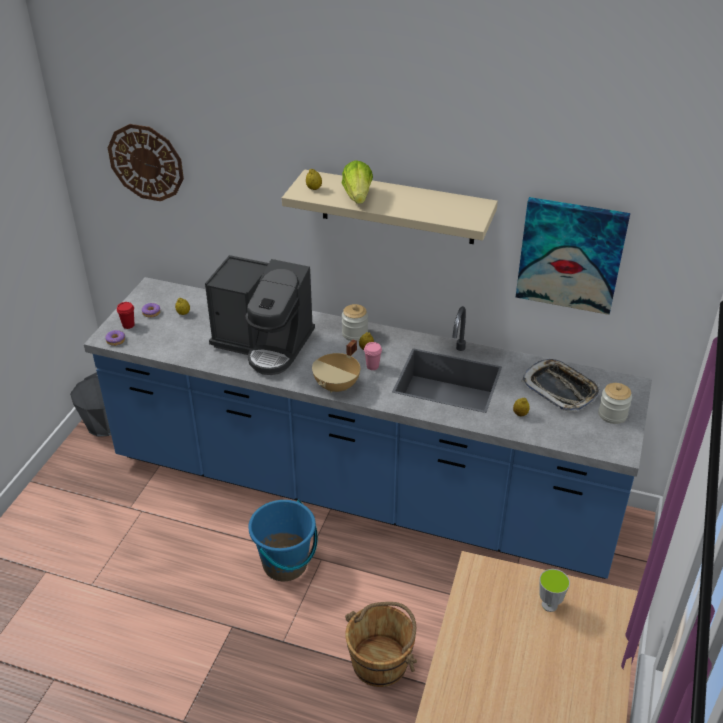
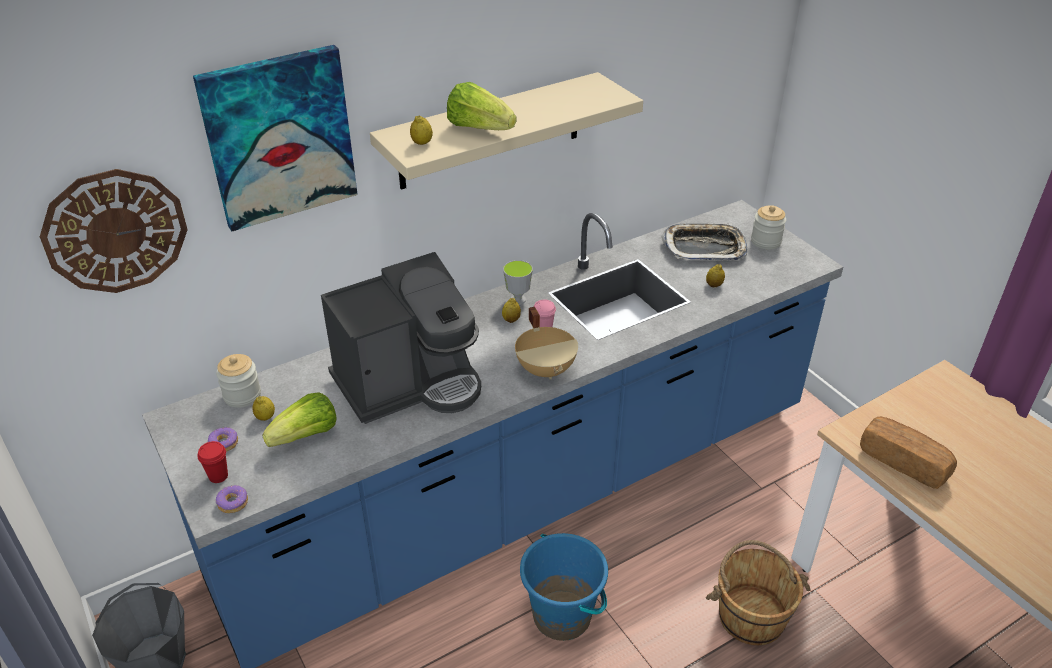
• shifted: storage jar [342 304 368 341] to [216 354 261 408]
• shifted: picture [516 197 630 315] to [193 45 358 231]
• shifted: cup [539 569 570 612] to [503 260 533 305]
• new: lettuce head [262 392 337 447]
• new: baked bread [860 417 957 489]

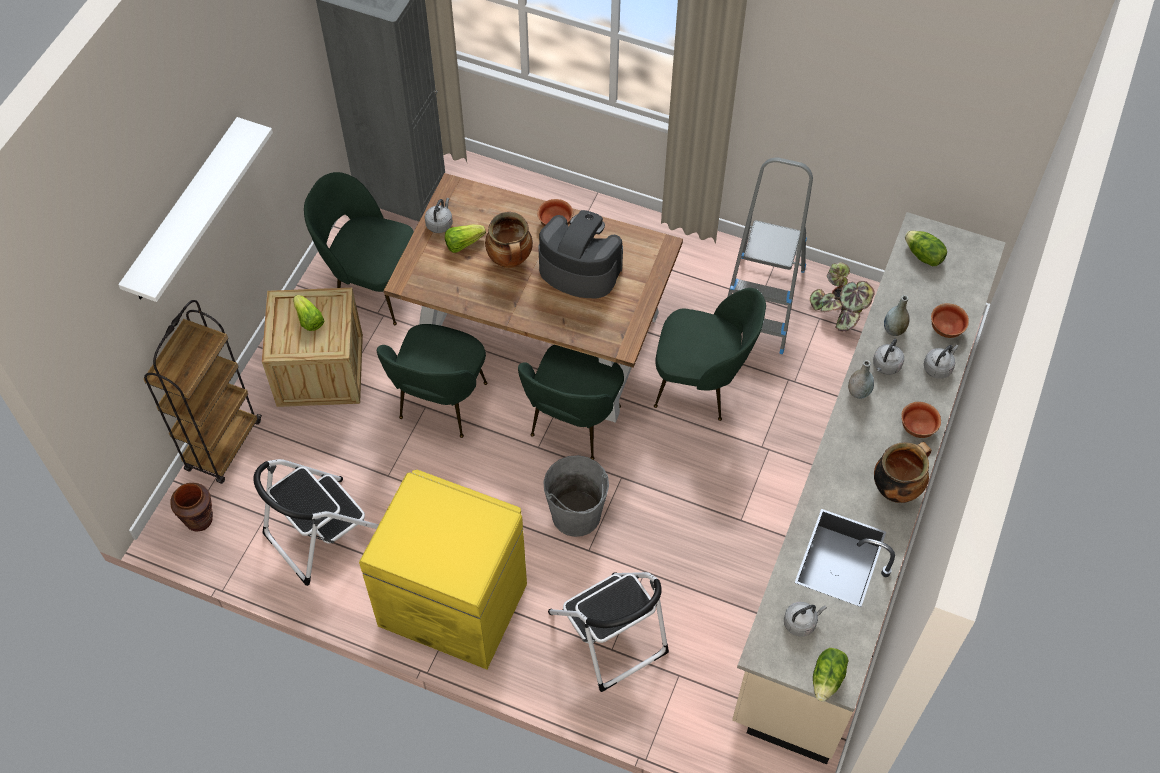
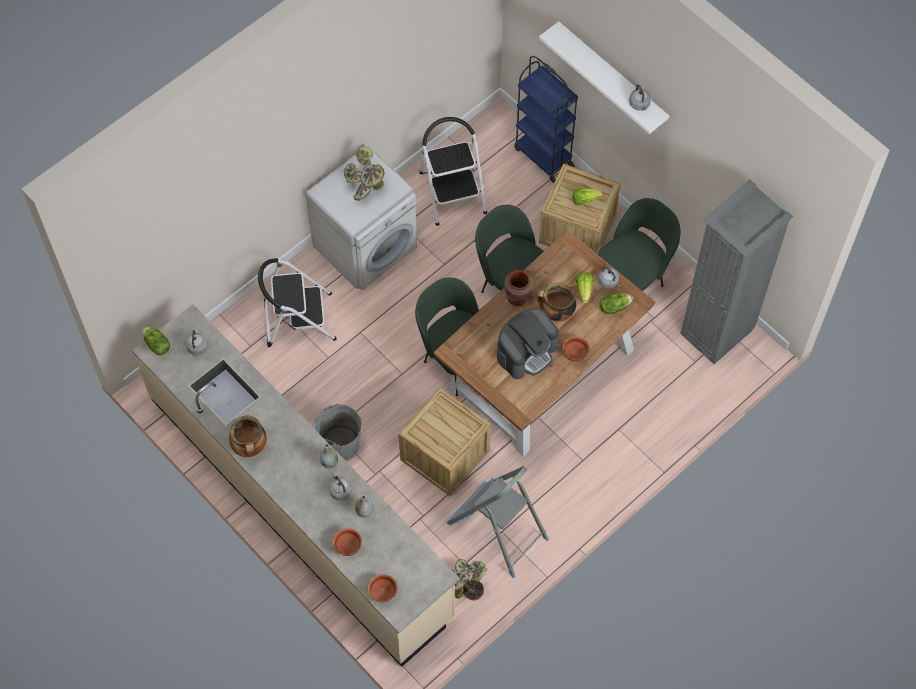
• repainted: brown-coloured cart [143 300 263 484] to bluish cart [514 56 578 183]
• shifted: brown-coloured flower vase [170 483 213 532] to [504 270 533 306]
• repainted: yellow laundry appliance [359 470 527 669] to white-coloured laundry appliance [306 146 417 290]
• shifted: gray bucket [543 455 609 537] to [312 403 362 461]
• swapped: green chair [654 288 766 421] to crate [398 387 491 497]
• shifted: bowl [901 402 941 438] to [368 574 398 602]
• shifted: lettuce head [905 231 947 266] to [599 293 633 314]
• shifted: gray water kettle [924 345 959 379] to [629 85 651 111]
• new: houseplant [344 146 385 201]

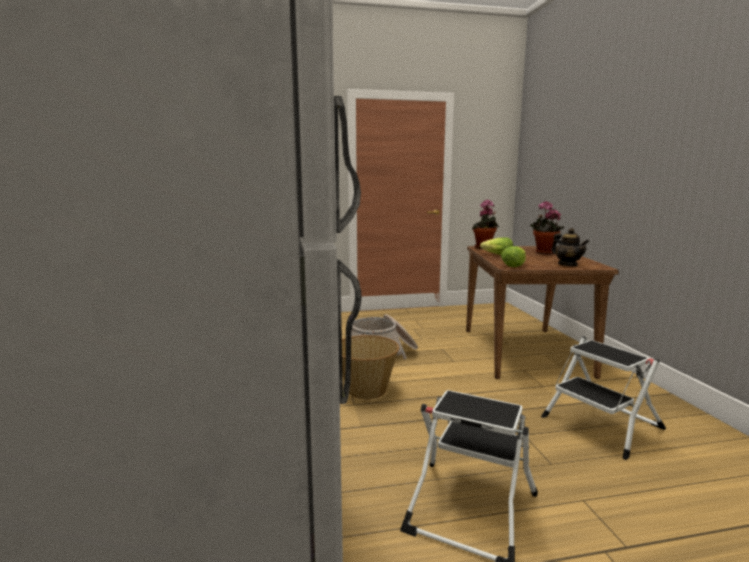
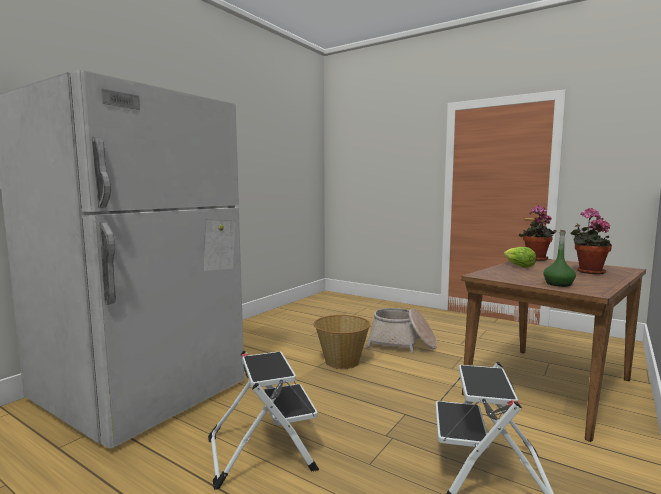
• gone: lettuce head [501 246 526 267]
• swapped: pot for tea [551 228 589 266] to green beverage bottle [543 230 576 287]

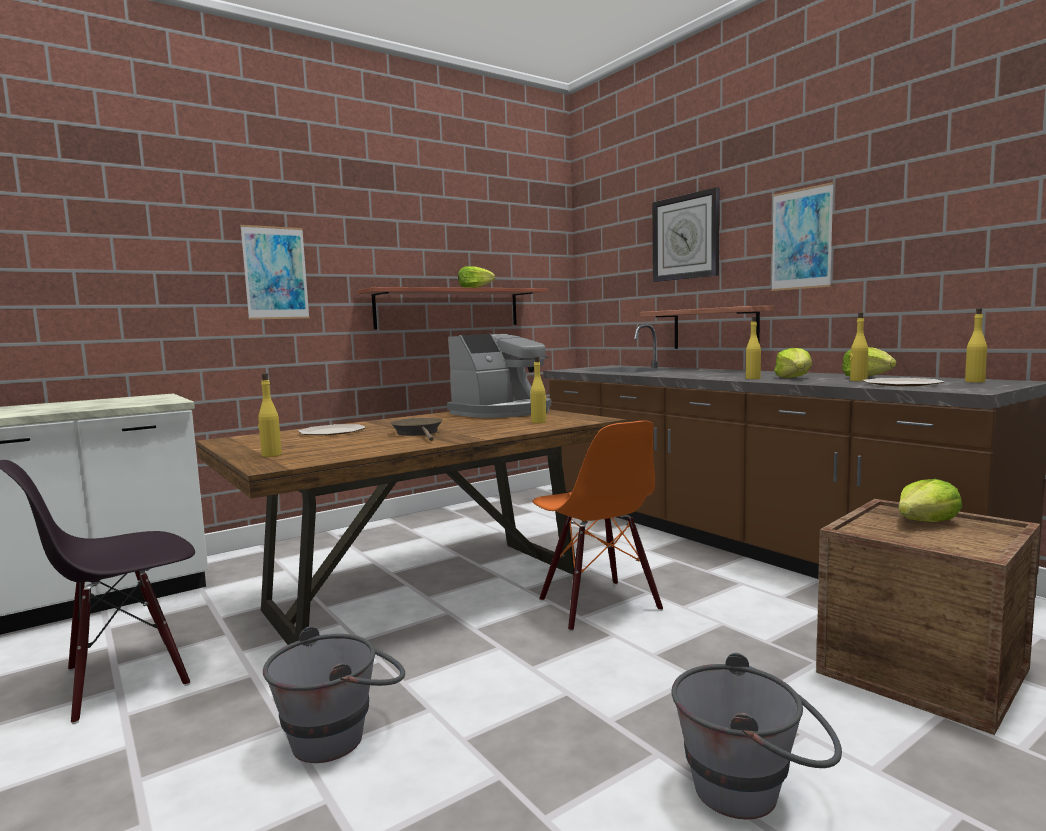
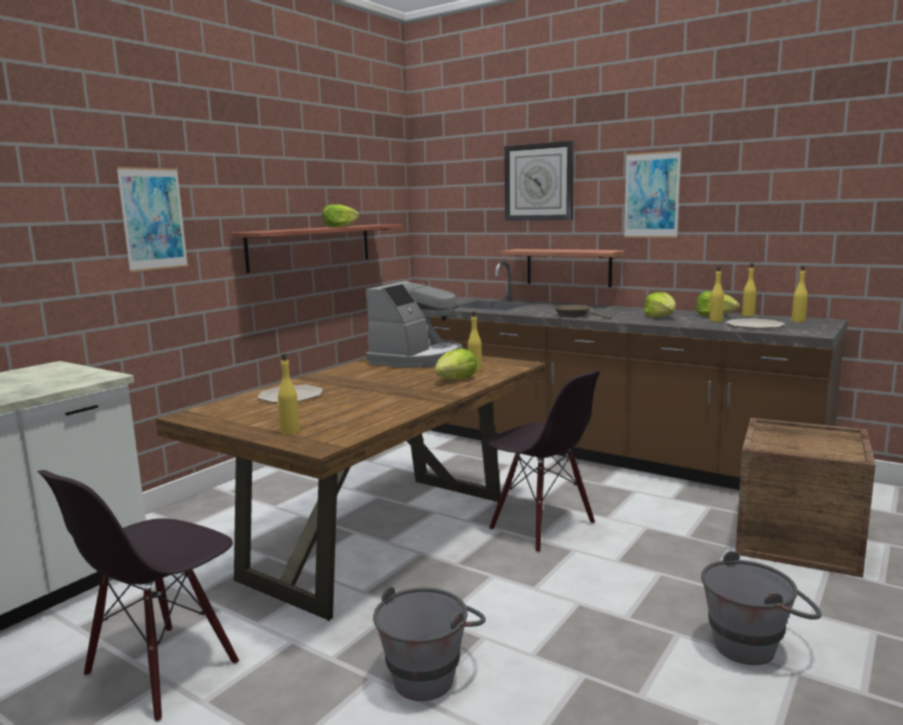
• shifted: brown-coloured frying pan [390 418 443 441] to [553 305 611 319]
• repainted: orangey chair [533 421 663 631] to black-coloured chair [484 371 600 553]
• shifted: yellow beverage bottle [746 316 761 379] to [742 263 756 316]
• shifted: lettuce head [898 479 962 522] to [434 348 477 379]

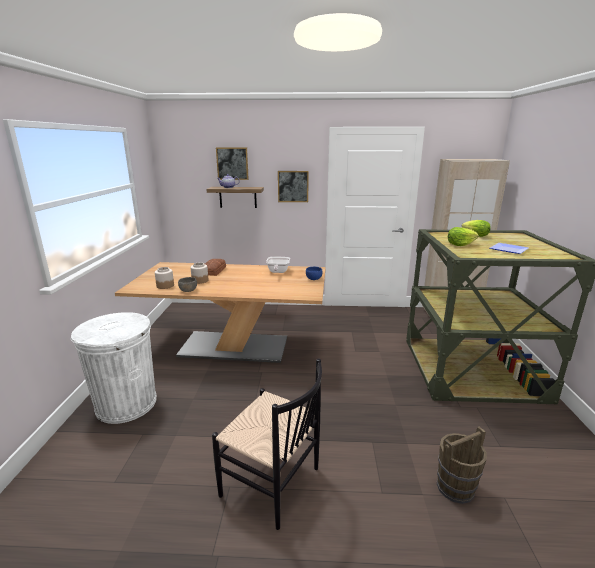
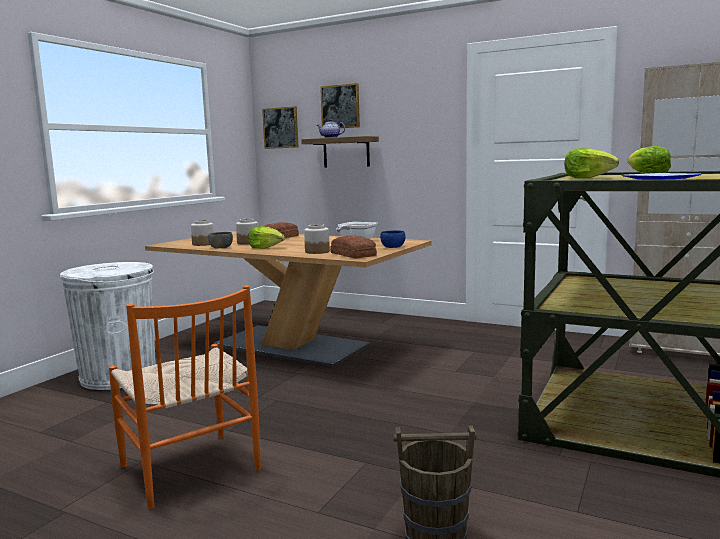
• repainted: black-coloured chair [212 359 322 530] to orangey chair [109 286 261 509]
• shifted: picture [278 171 309 202] to [262 106 298 149]
• new: lettuce head [248 226 285 249]
• new: storage jar [304 224 330 254]
• new: baked bread [330 235 377 259]

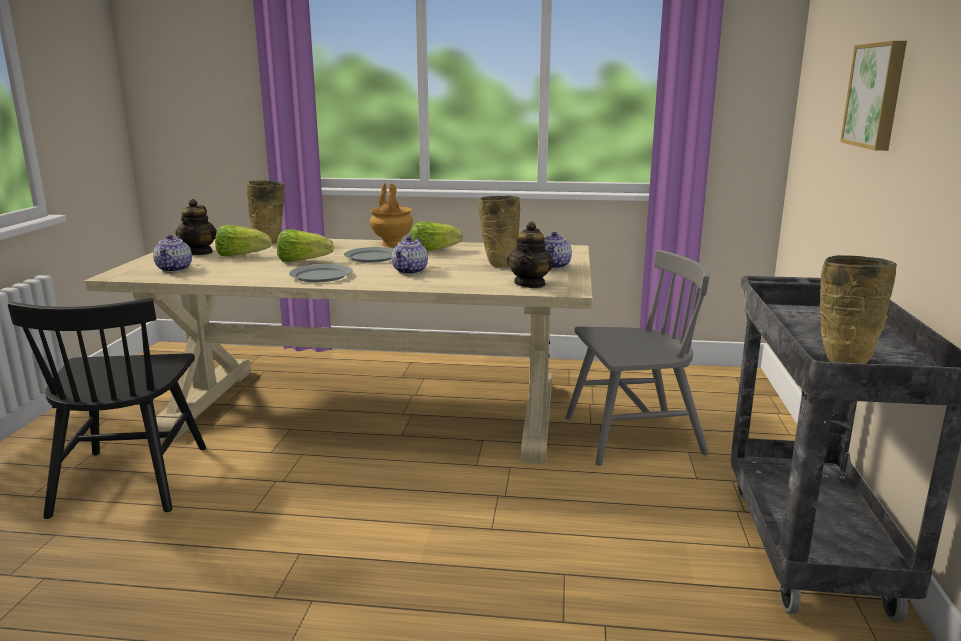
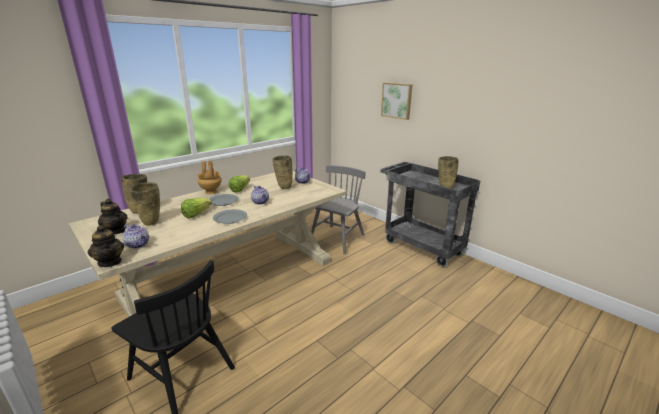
• swapped: lettuce head [215 225 272 257] to sand-coloured flower vase [130 182 160 226]
• shifted: pot for tea [507 221 554 288] to [88 225 124 267]

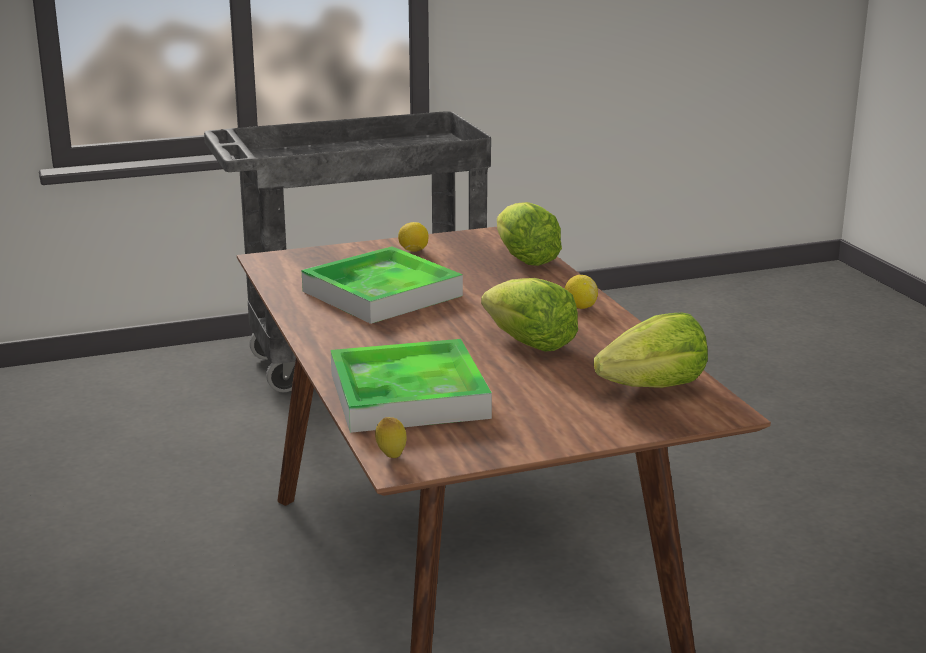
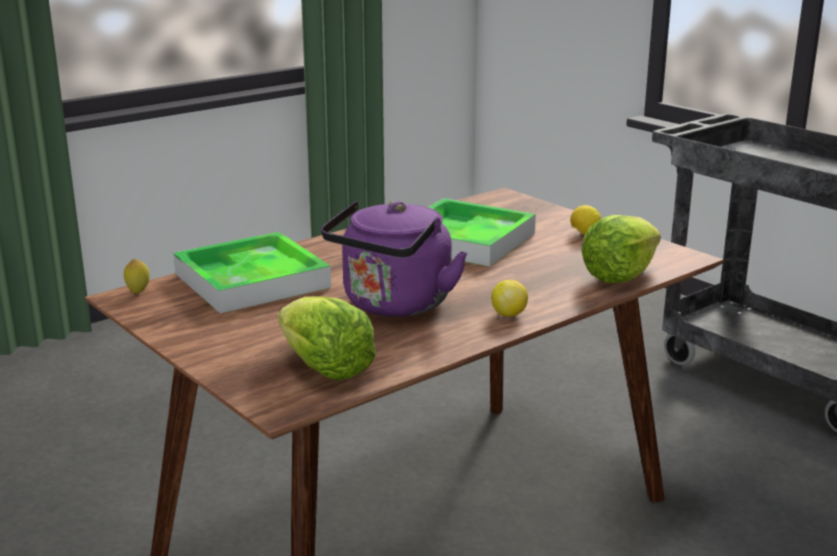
• swapped: lettuce head [481 278 578 352] to purple water kettle [321 201 467 317]

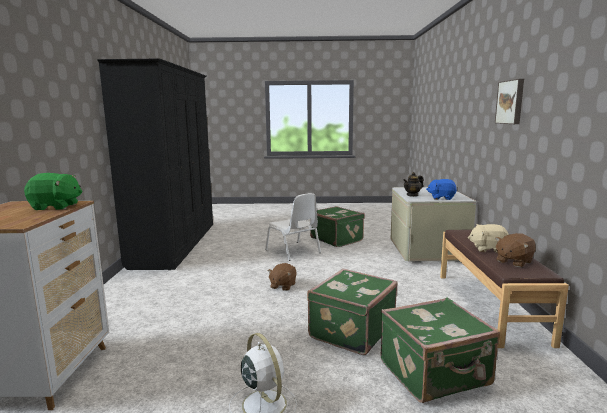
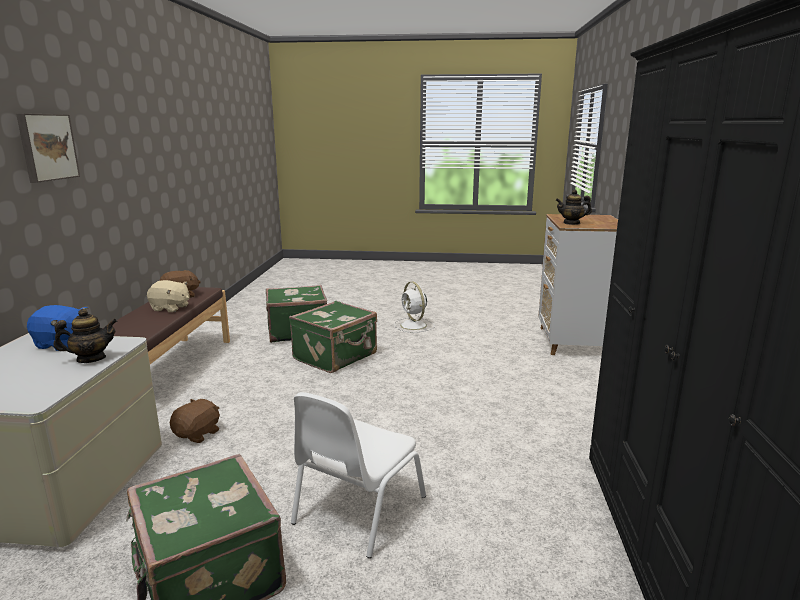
• swapped: green plush toy [24 173 82 210] to pot for tea [556 190 592 225]
• rotated: white-coloured chair [265 193 321 261] = [291 392 426 558] 120 degrees counterclockwise
• shifted: brown-coloured plush toy [268 263 297 291] to [170 399 220 443]

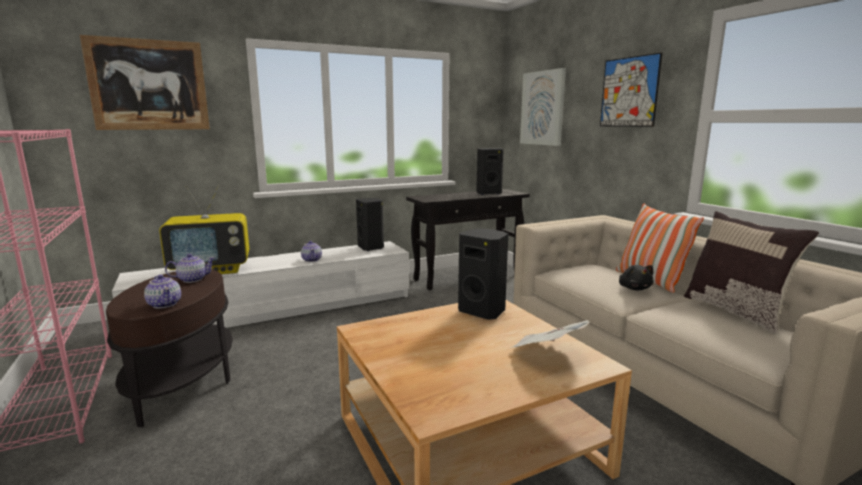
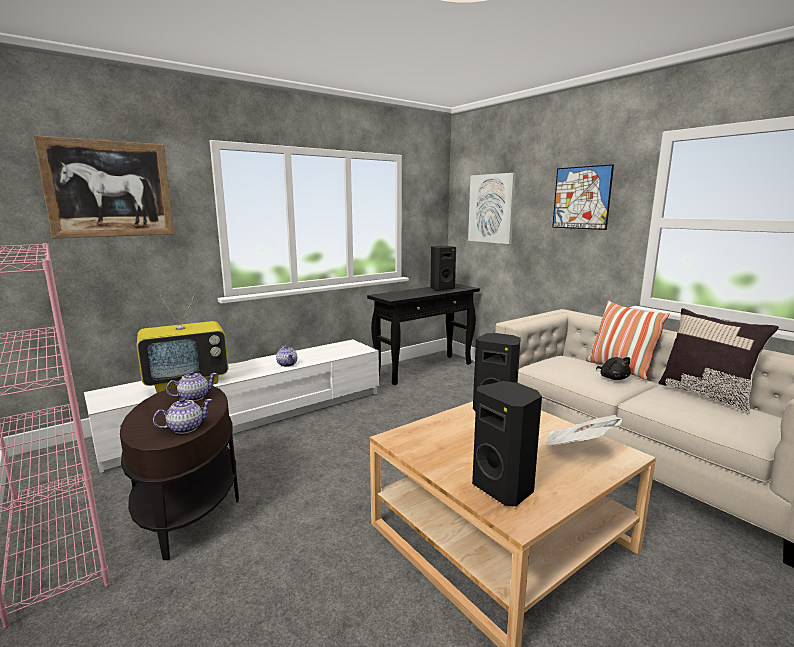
• rotated: pot for tea [144 275 181 309] = [153 398 212 434] 75 degrees counterclockwise
• shifted: black-coloured loudspeaker [356 198 384 251] to [472 381 542 506]

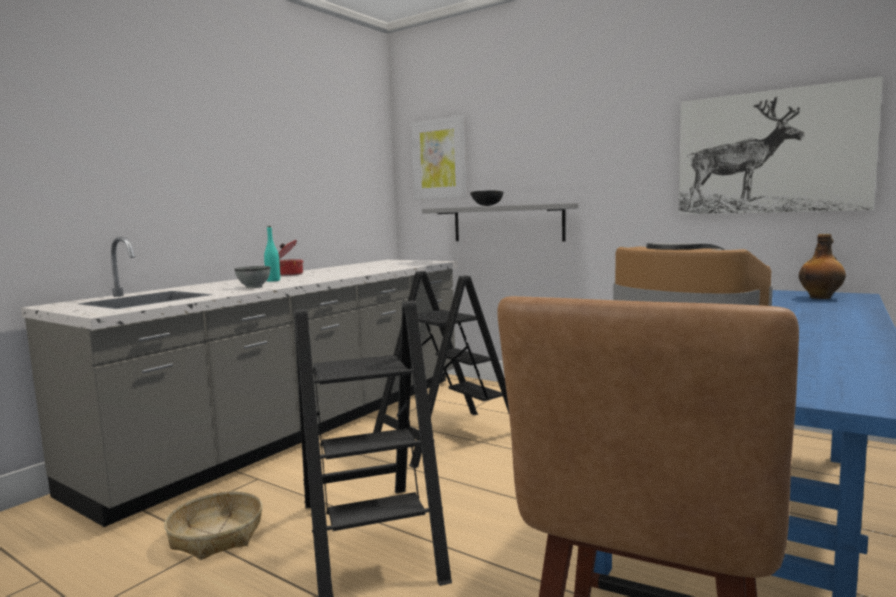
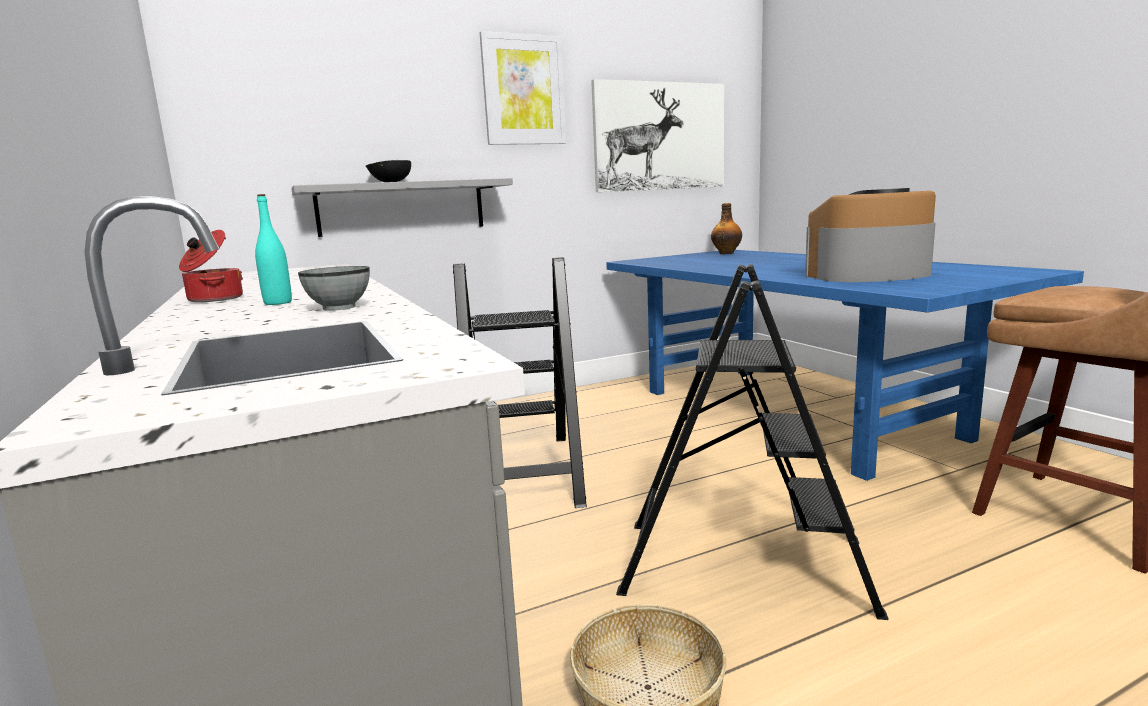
• shifted: picture [411 115 467 200] to [480 31 567 145]

